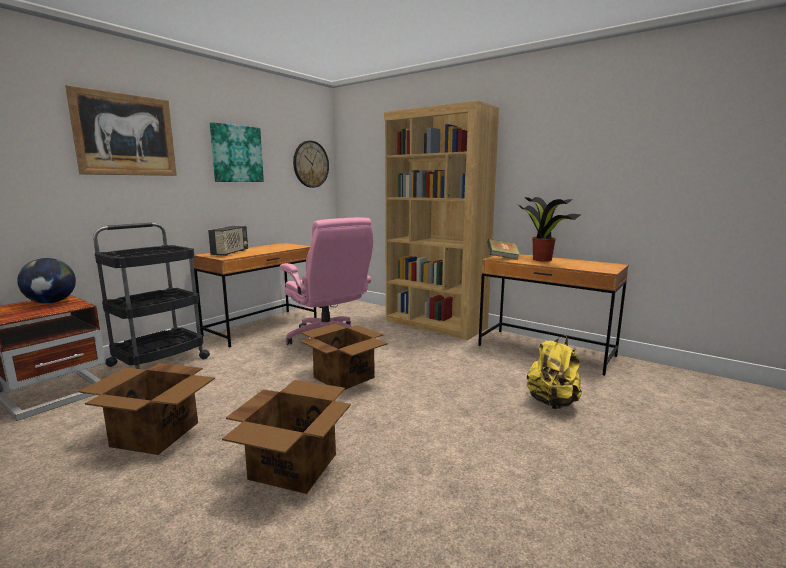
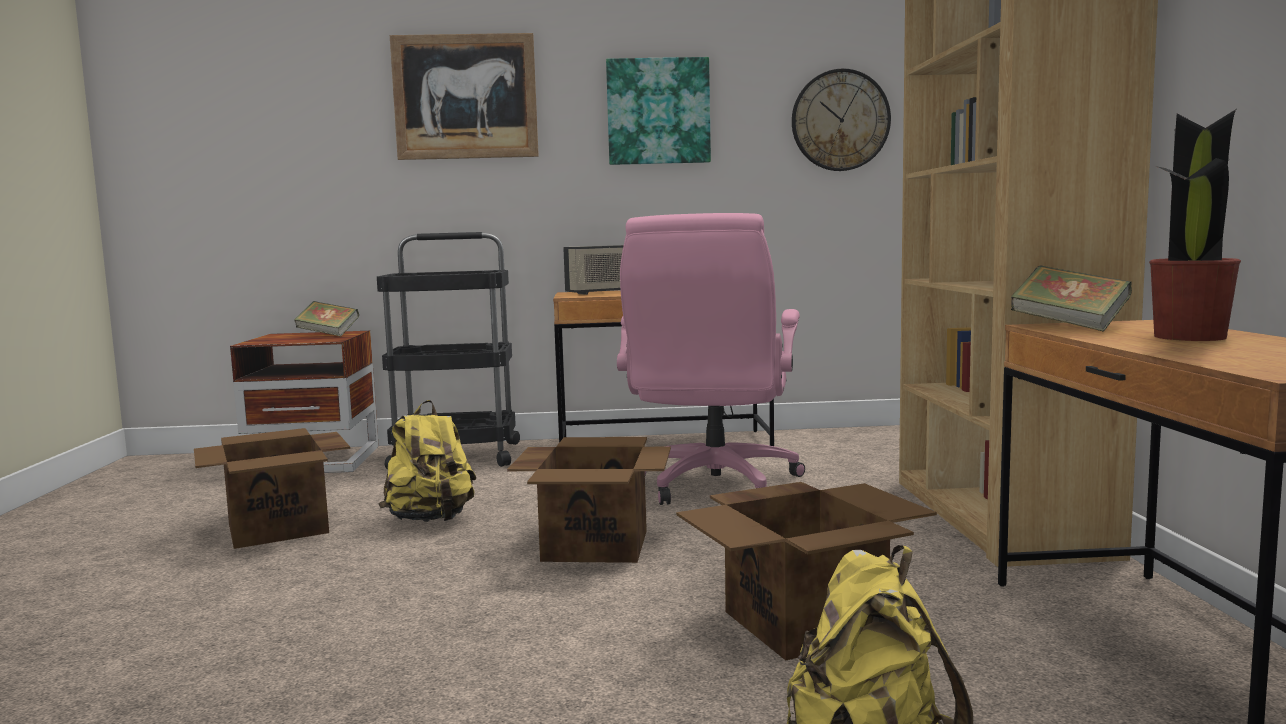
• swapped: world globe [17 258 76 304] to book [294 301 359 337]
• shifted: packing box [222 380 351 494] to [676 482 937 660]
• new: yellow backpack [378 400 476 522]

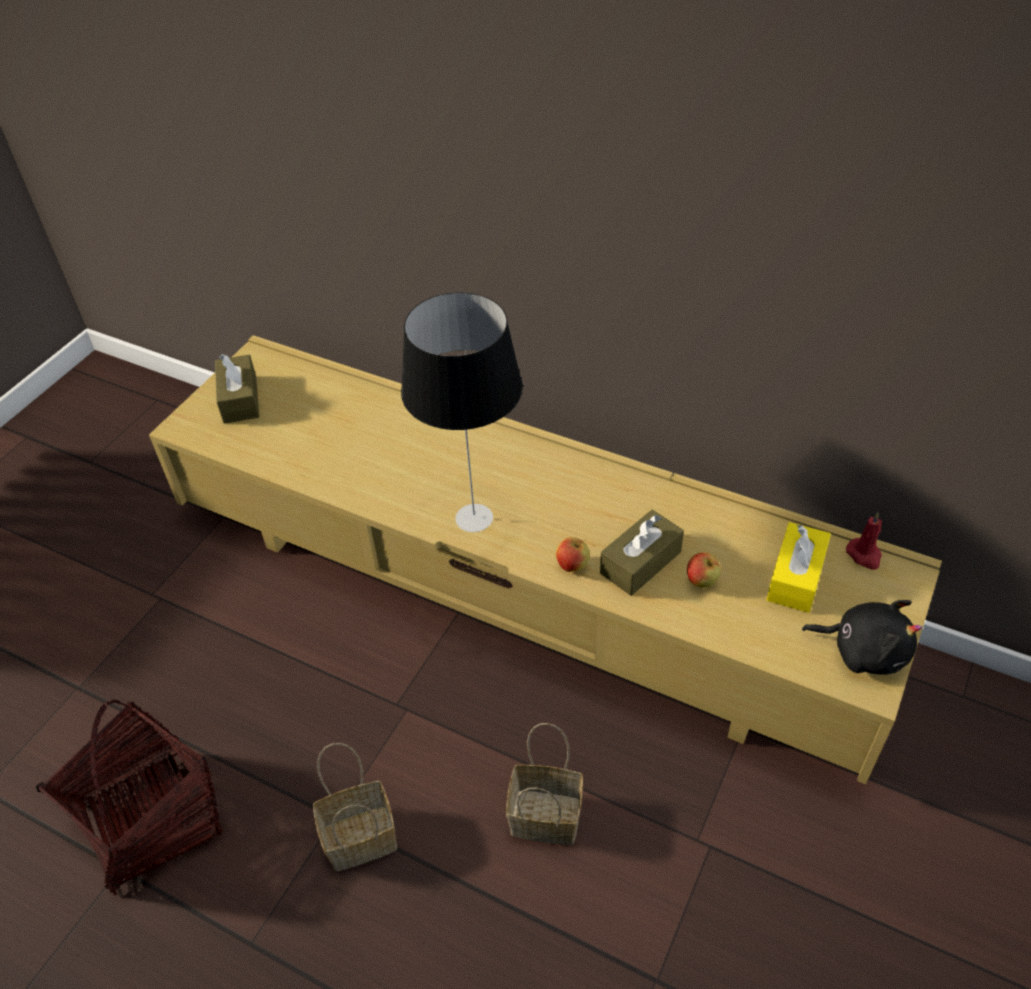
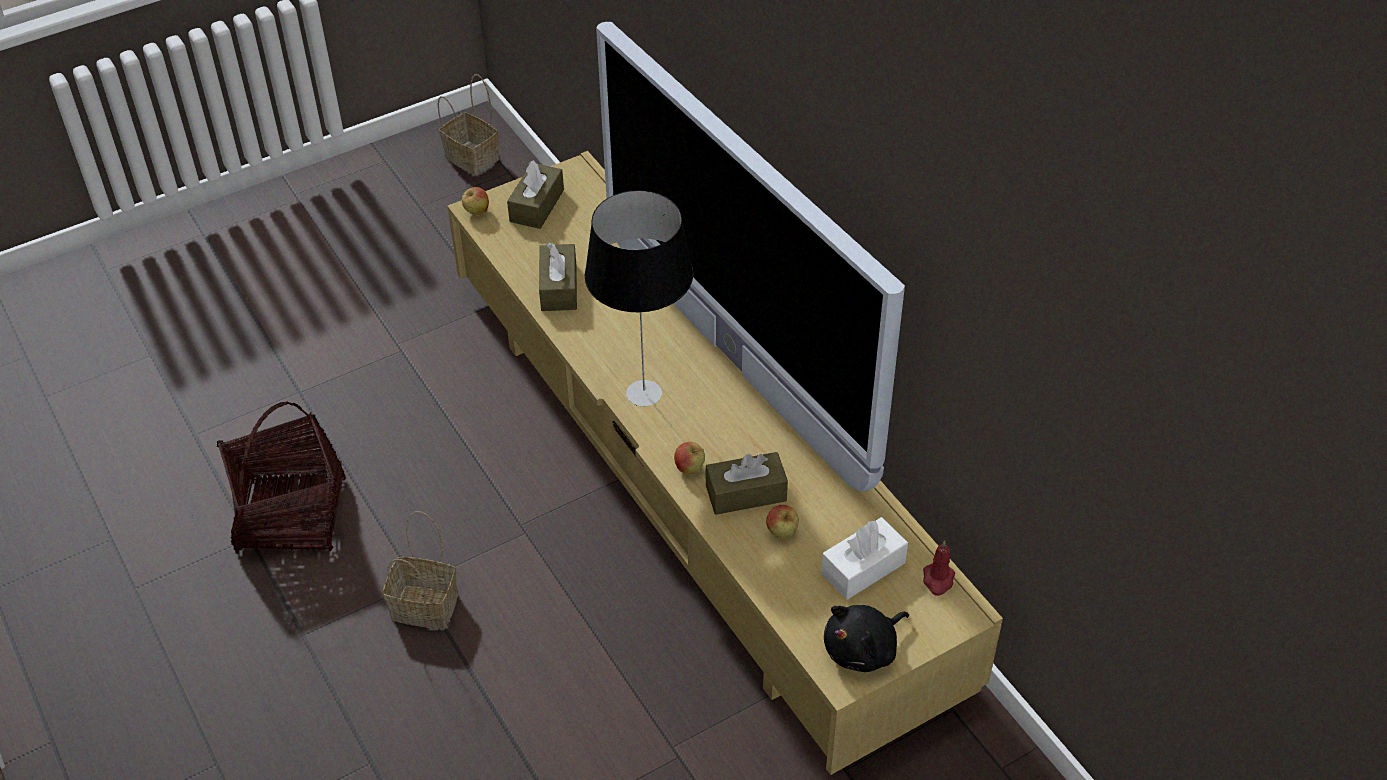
• shifted: storage basket [506 723 583 845] to [437 74 499 176]
• repainted: yellow tissue box [767 522 831 613] to white-coloured tissue box [821 517 908 600]
• rotated: black-coloured plush toy [802 600 922 675] = [824 605 909 672] 90 degrees clockwise
• new: apple fruit [462 187 489 215]
• new: brown-coloured tissue box [539 242 577 311]
• new: TV set [596 22 905 492]

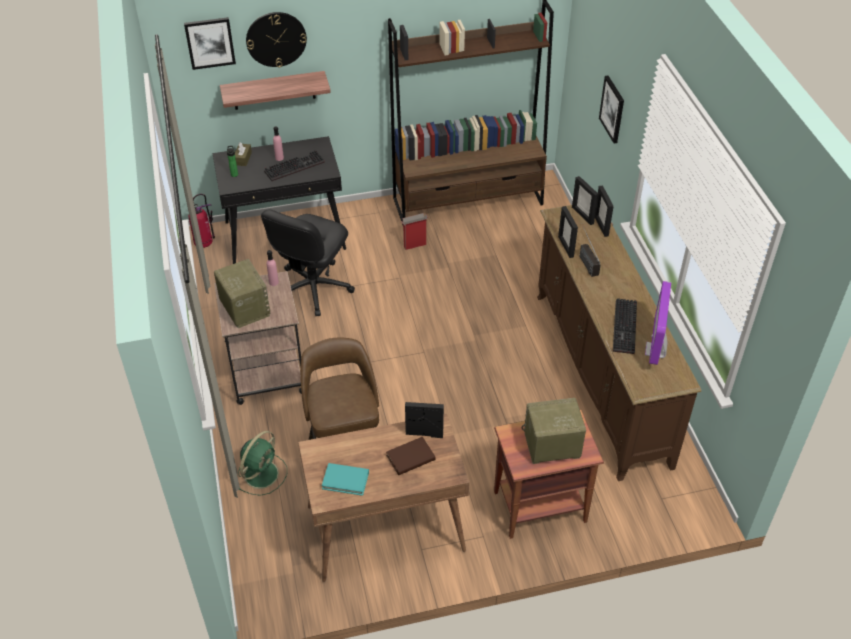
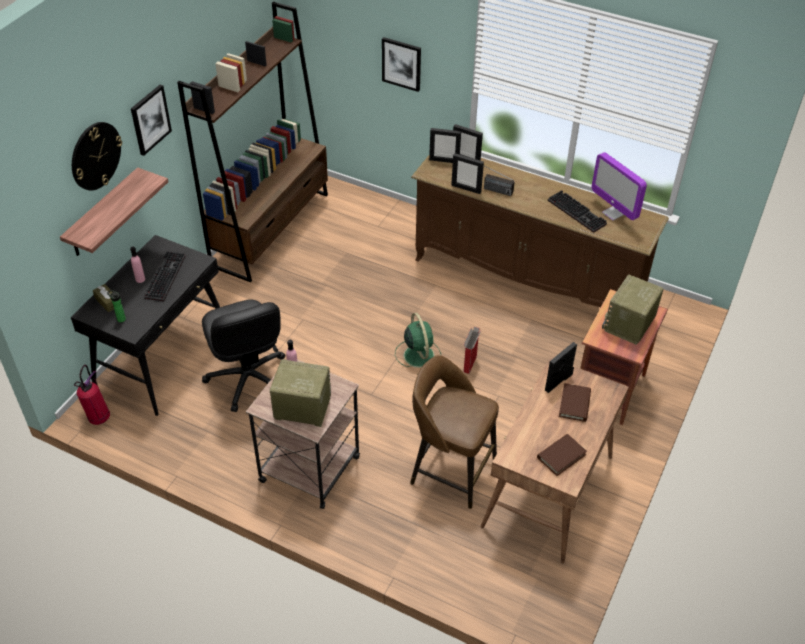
• shifted: picture [184 17 236 70] to [131 85 172 156]
• shifted: green cooling fan [238 431 287 496] to [395 313 441 368]
• repainted: blue-green book [322 463 369 496] to brown-coloured book [537 434 587 476]
• shifted: packing box [400 213 428 250] to [464 327 481 374]

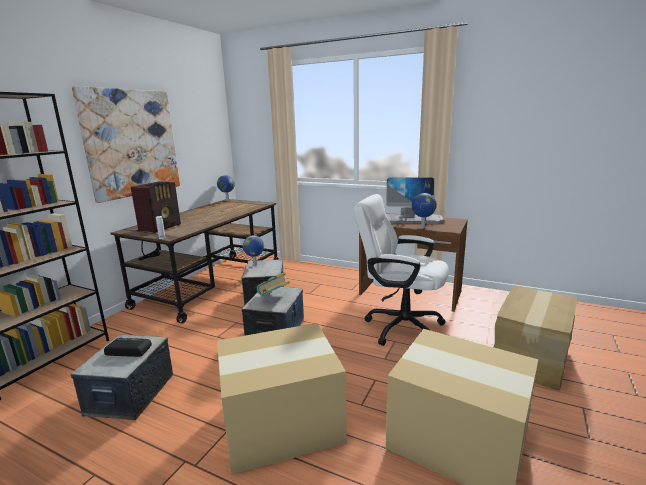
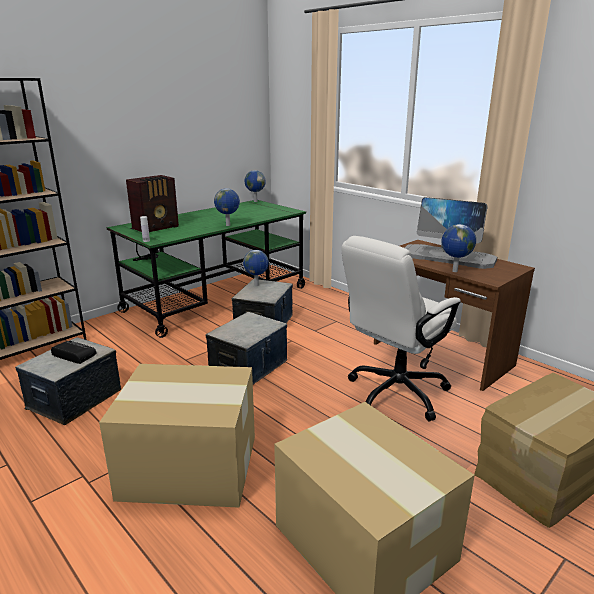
• gone: picture [72 86 180 203]
• repainted: brown-coloured desk [111 199 279 324] to green desk [106 200 306 338]
• gone: book [257 272 290 296]
• rotated: white-coloured desk chair [354 194 449 346] = [341 236 461 421] 90 degrees counterclockwise
• new: world globe [214 188 240 226]

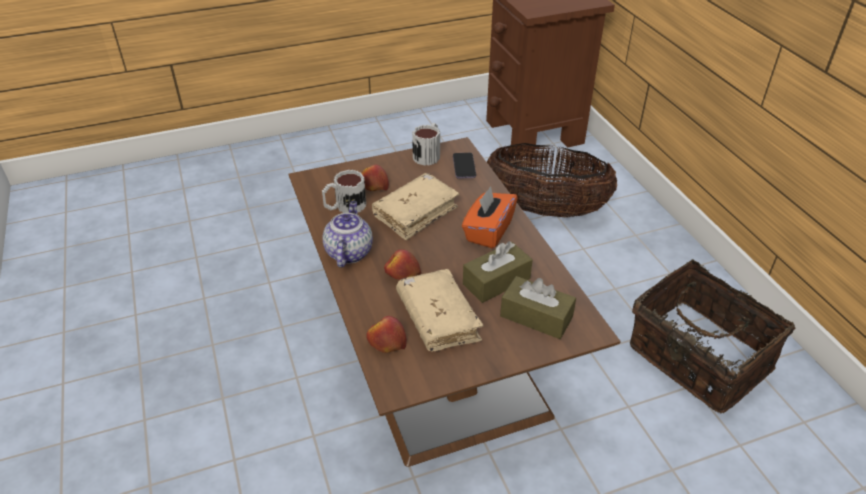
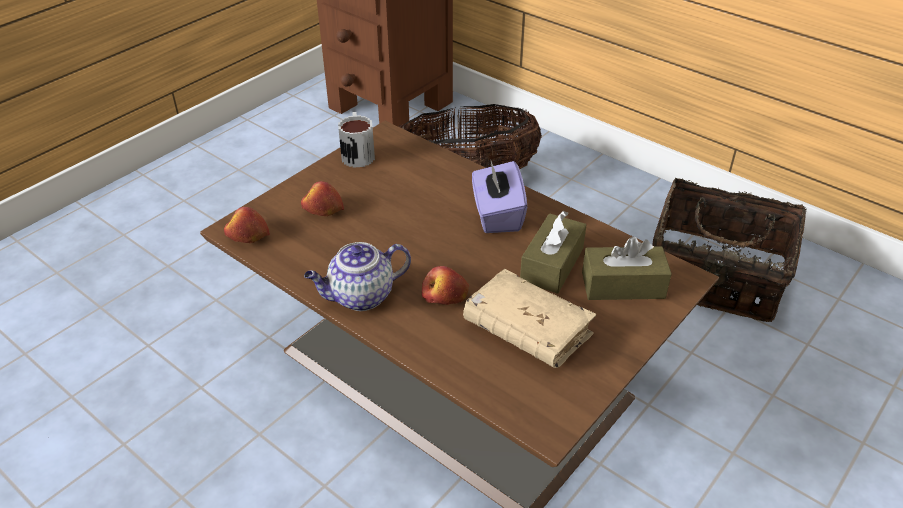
• gone: mug [322 170 366 213]
• rotated: pot for tea [322 201 373 267] = [304 242 411 311] 90 degrees counterclockwise
• shifted: apple fruit [366 316 407 353] to [224 207 270 243]
• gone: sand-coloured book [372 173 459 240]
• gone: telephone [453 153 476 179]
• repainted: orangey tissue box [462 186 518 249] to purple tissue box [472 161 527 233]

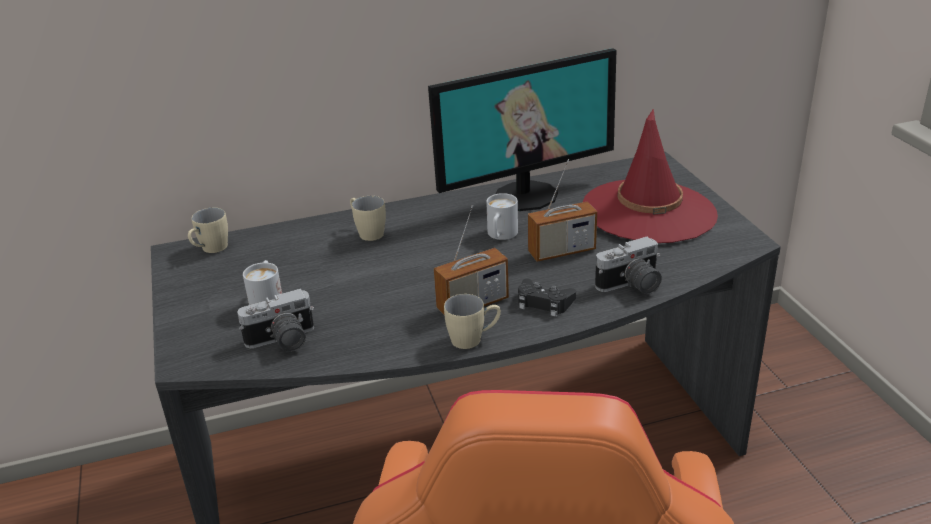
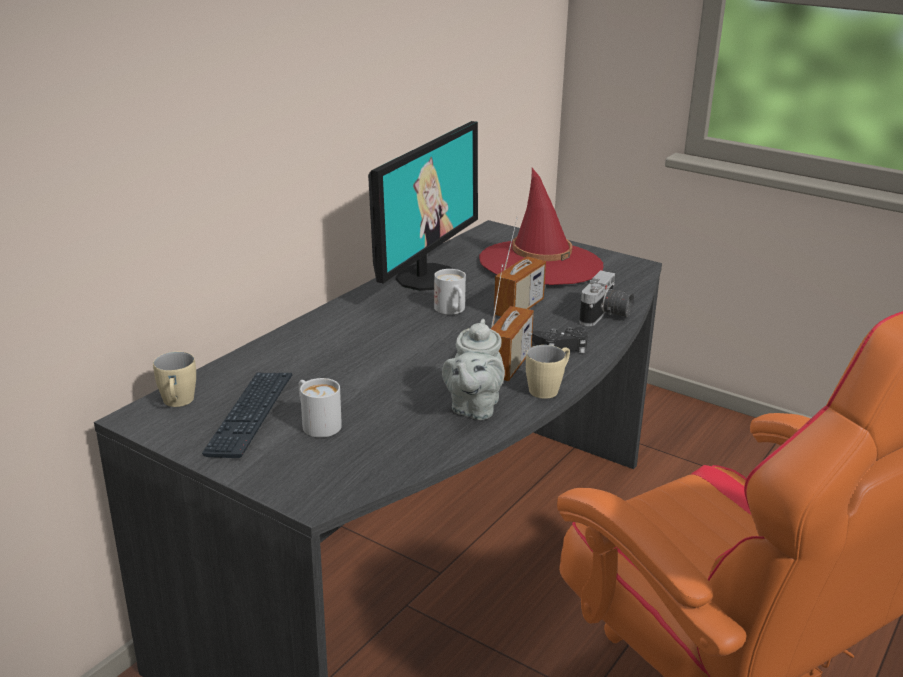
• gone: still camera [237 289 314 352]
• gone: sand-coloured mug [350 196 386 241]
• new: PC keyboard [202 372 292 458]
• new: gray pot for tea [442 319 505 420]

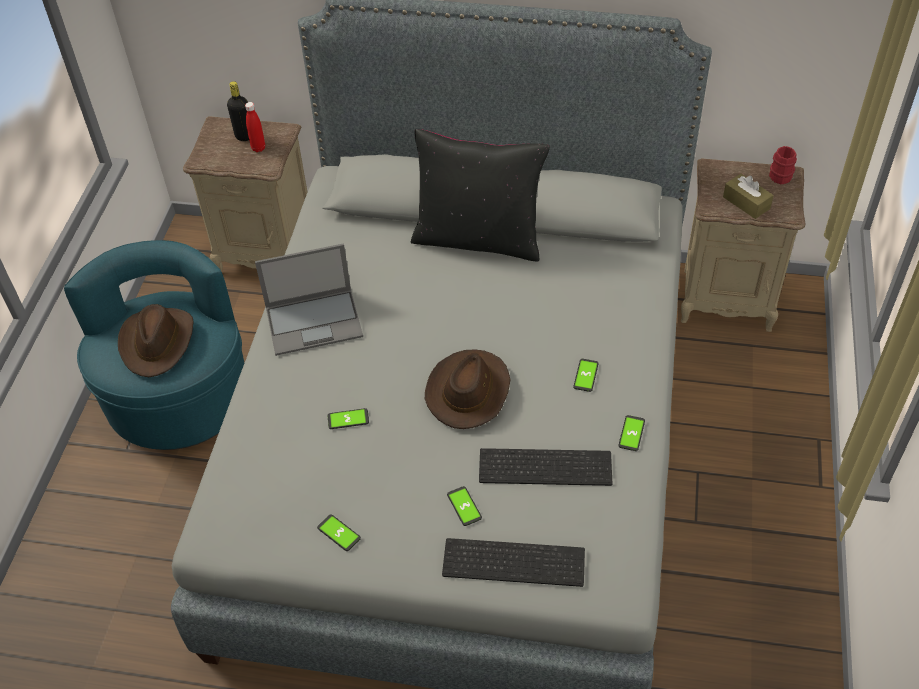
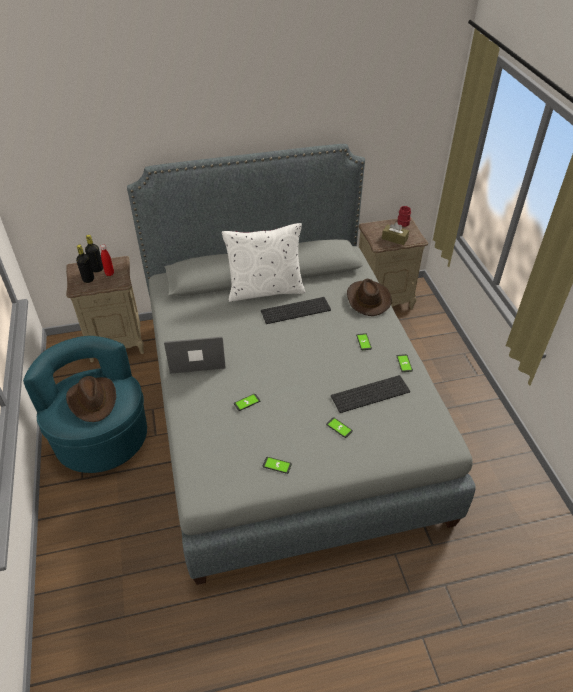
• rotated: laptop [255 243 363 356] = [164 337 226 374] 150 degrees counterclockwise
• repainted: black-coloured throw pillow [411 129 550 261] to white-coloured throw pillow [222 223 305 302]
• shifted: brown-coloured clothing hat [425 350 511 429] to [347 279 392 316]
• shifted: PC keyboard [442 538 585 587] to [261 297 331 324]
• new: black-coloured beverage bottle [76 245 94 283]

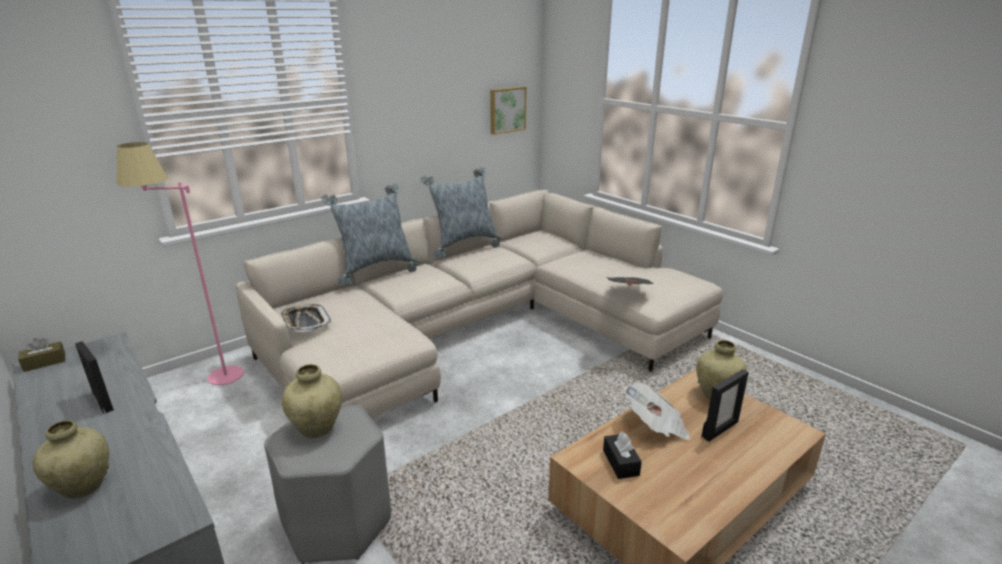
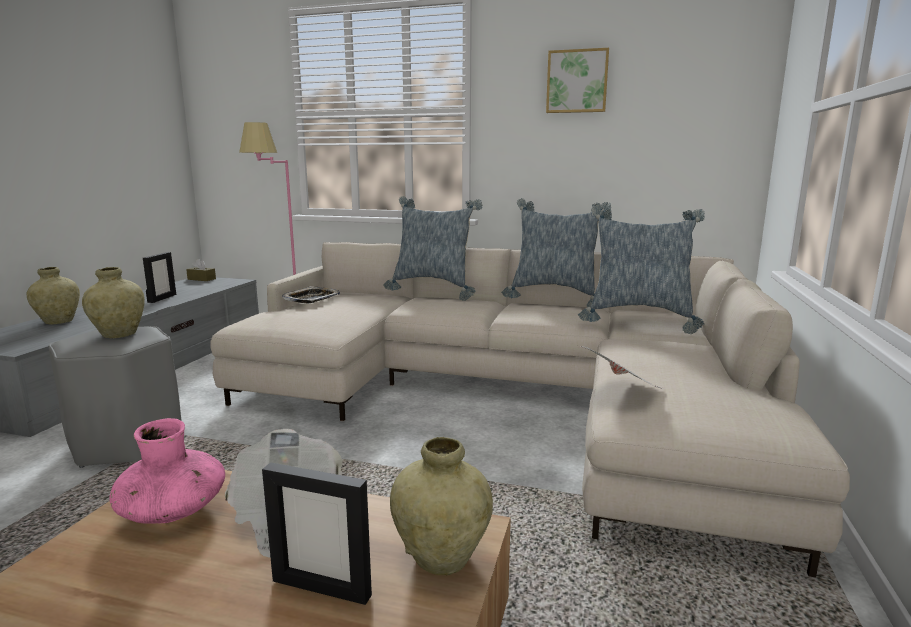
• shifted: picture [490 87 527 135] to [546 48 609 113]
• swapped: black-coloured tissue box [603 431 642 479] to pinkish flower vase [109 418 225 524]
• new: throw pillow [577 205 705 334]

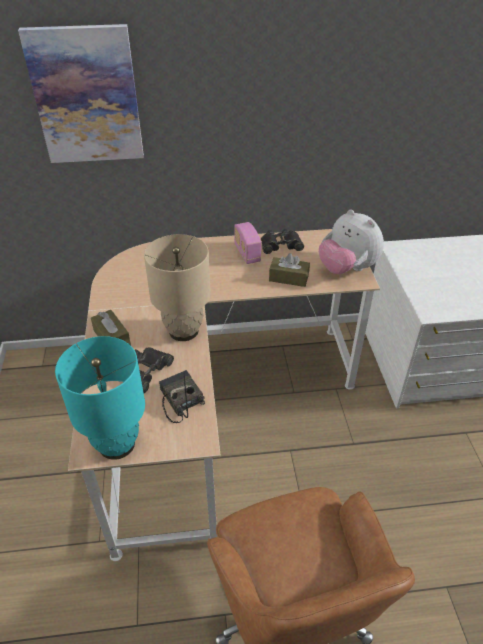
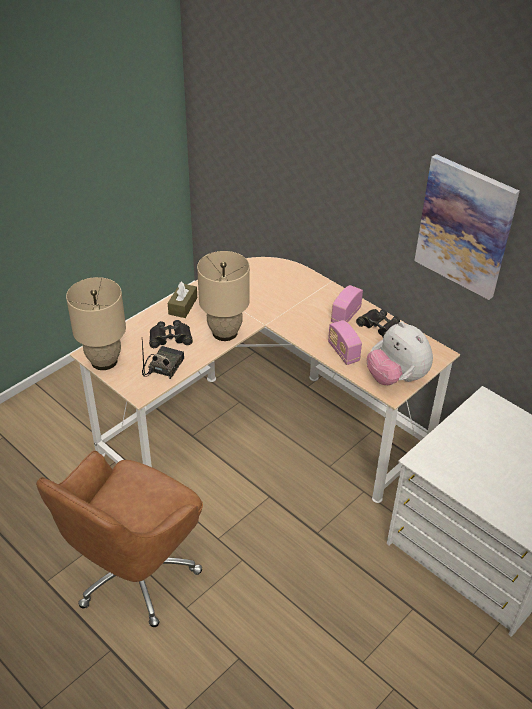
• shifted: picture [18 24 144 163] to [414 154 520 300]
• repainted: blue-green tabletop lamp [55 336 145 460] to sand-coloured tabletop lamp [66 277 126 370]
• swapped: brown-coloured tissue box [269 253 310 287] to radio [328 320 362 365]
• rotated: plush toy [319 209 384 274] = [367 321 433 385] 45 degrees counterclockwise

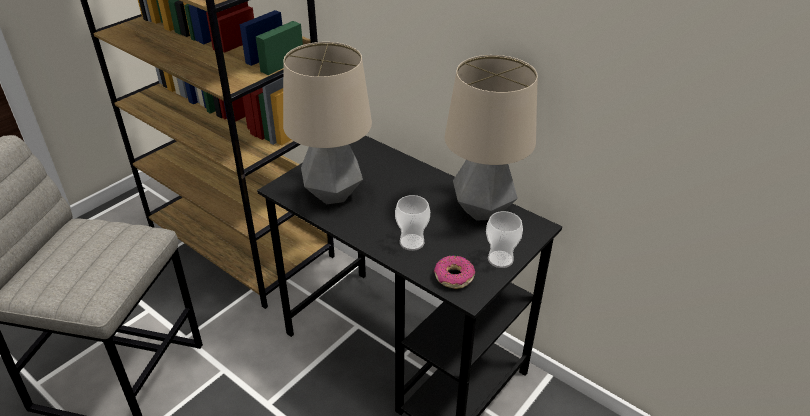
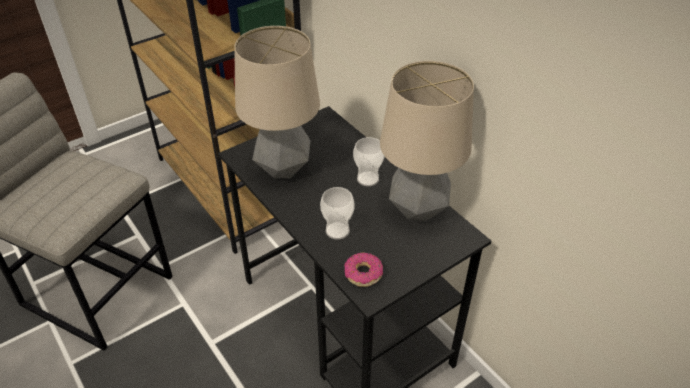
• shifted: cup [486 211 523 268] to [353 137 384 186]

